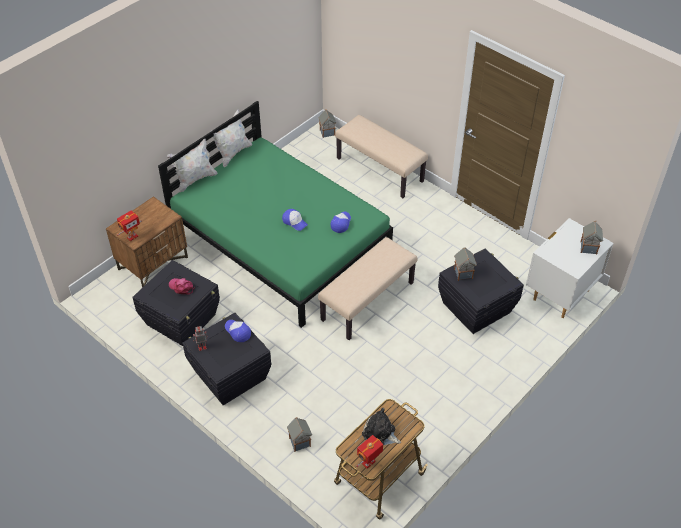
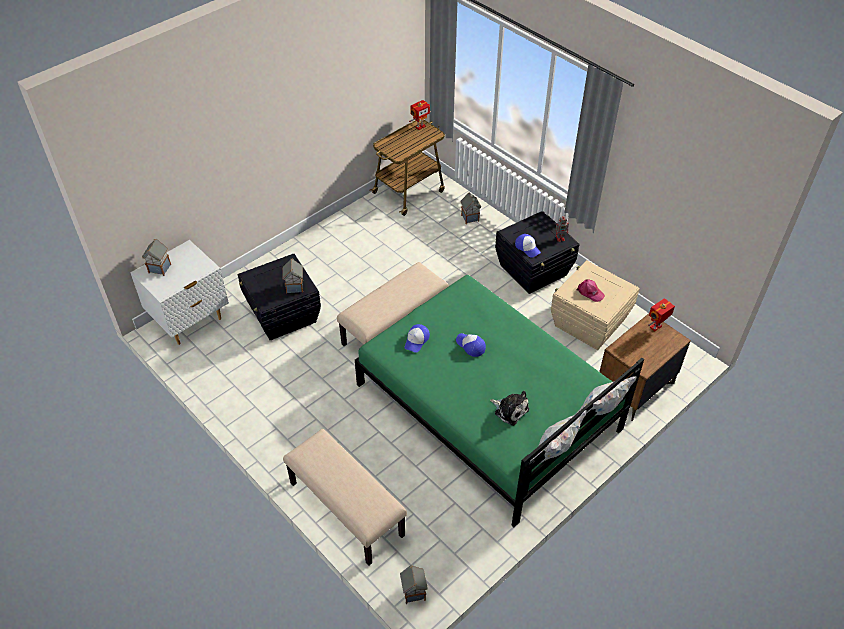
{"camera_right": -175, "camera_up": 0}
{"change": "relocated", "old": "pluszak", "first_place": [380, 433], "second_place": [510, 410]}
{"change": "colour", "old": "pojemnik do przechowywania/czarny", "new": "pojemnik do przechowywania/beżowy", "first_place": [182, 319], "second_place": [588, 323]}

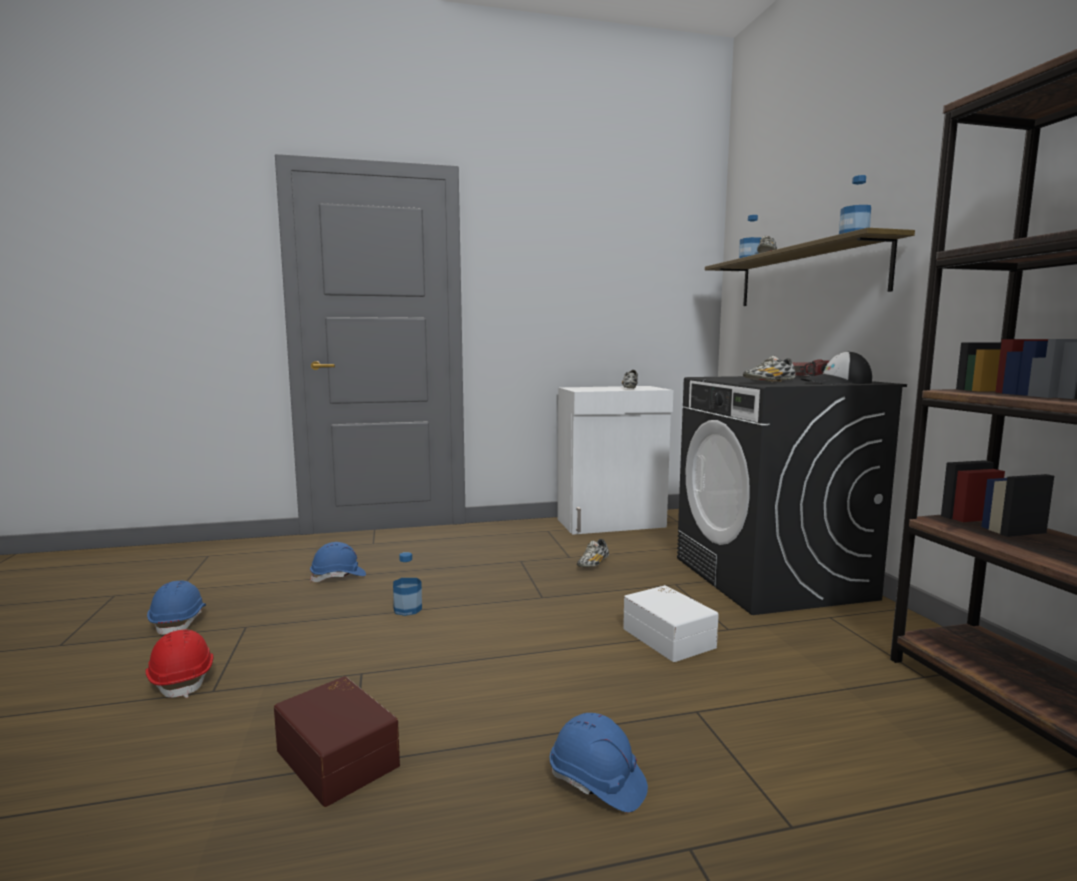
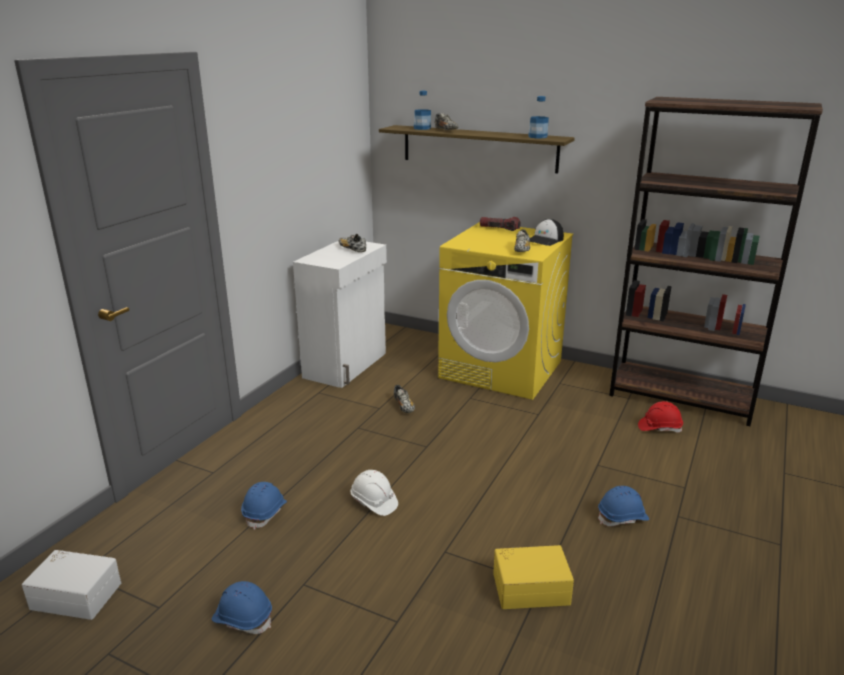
{"camera_right": -50, "camera_up": 15}
{"change": "relocated", "old": "pojemnik do przechowywania/biały", "first_place": [670, 637], "second_place": [77, 594]}
{"change": "exchanged", "old": "butelka", "new": "kask/biały", "first_place": [407, 609], "second_place": [373, 502]}
{"change": "colour", "old": "pralka/czarny", "new": "pralka/żółty", "first_place": [771, 578], "second_place": [502, 369]}
{"change": "colour", "old": "pojemnik do przechowywania/brązowy", "new": "pojemnik do przechowywania/żółty", "first_place": [340, 756], "second_place": [530, 587]}
{"change": "relocated", "old": "kask/czerwony", "first_place": [182, 679], "second_place": [659, 428]}

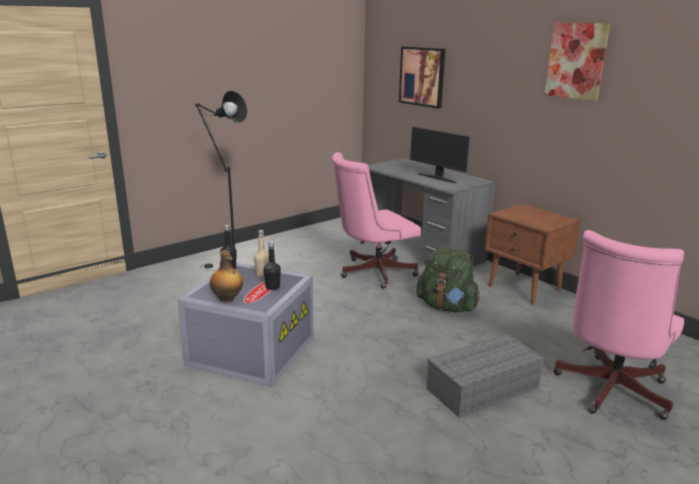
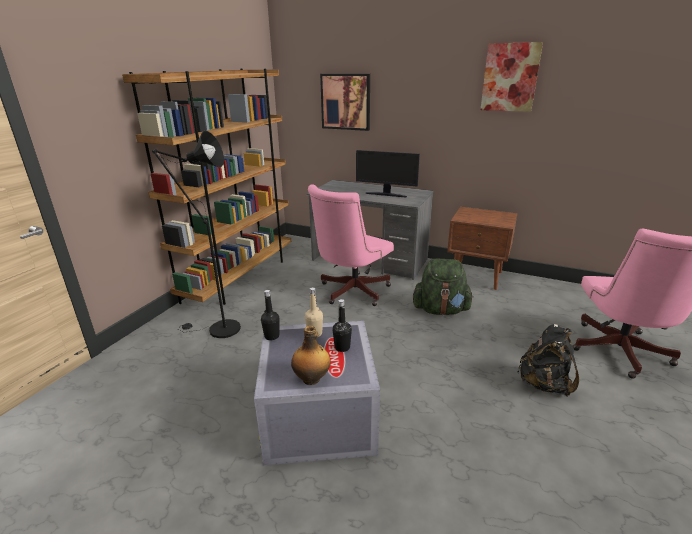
{"camera_right": -25, "camera_up": 5}
{"change": "appeared", "new": "regał/brązowy", "second_place": [240, 277]}
{"change": "exchanged", "old": "pojemnik do przechowywania/szary", "new": "plecak/czarny", "first_place": [482, 389], "second_place": [544, 384]}

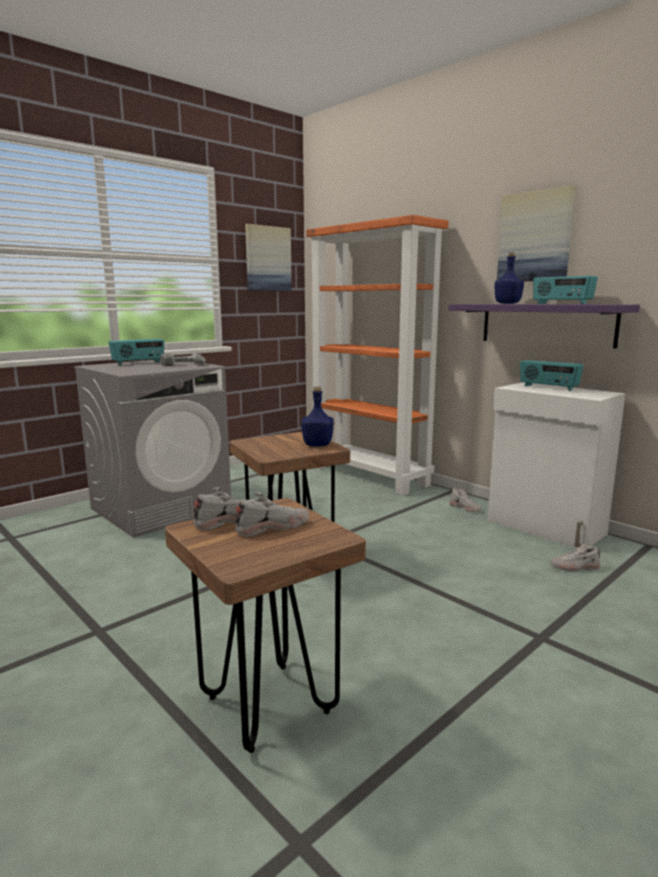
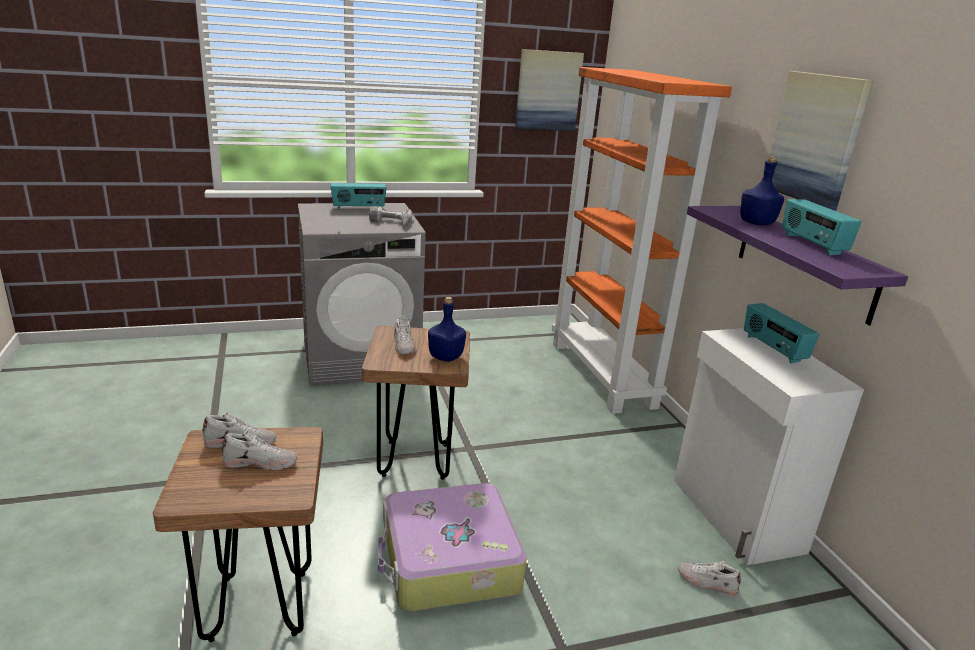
{"camera_right": 25, "camera_up": 10}
{"change": "appeared", "new": "walizka", "second_place": [448, 561]}
{"change": "relocated", "old": "but/biały", "first_place": [465, 508], "second_place": [404, 345]}

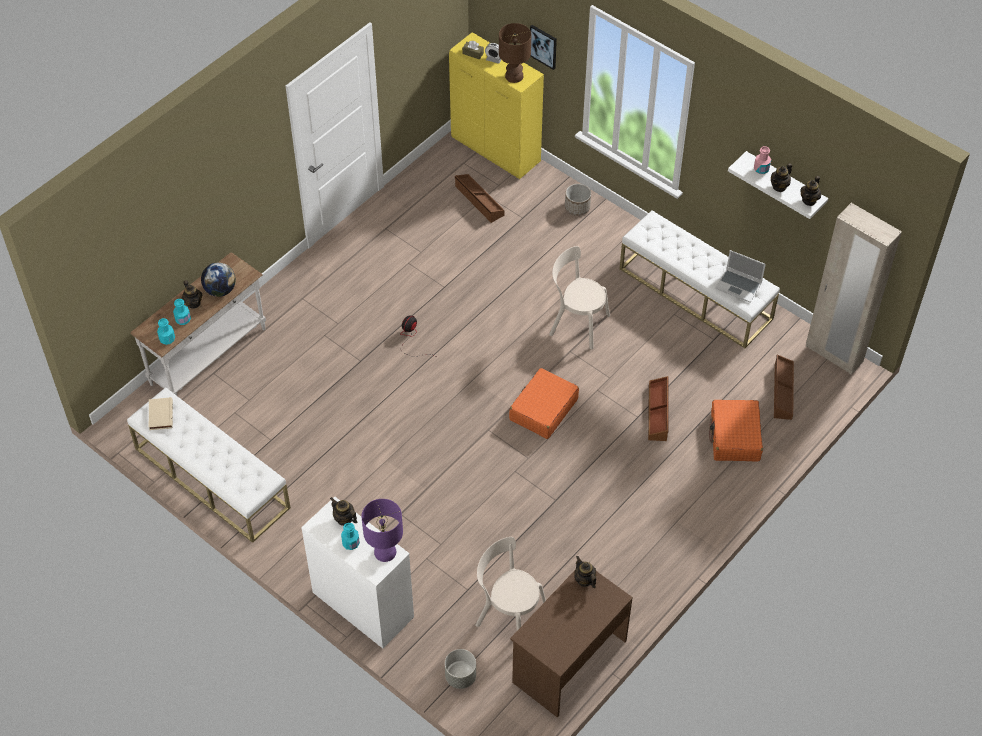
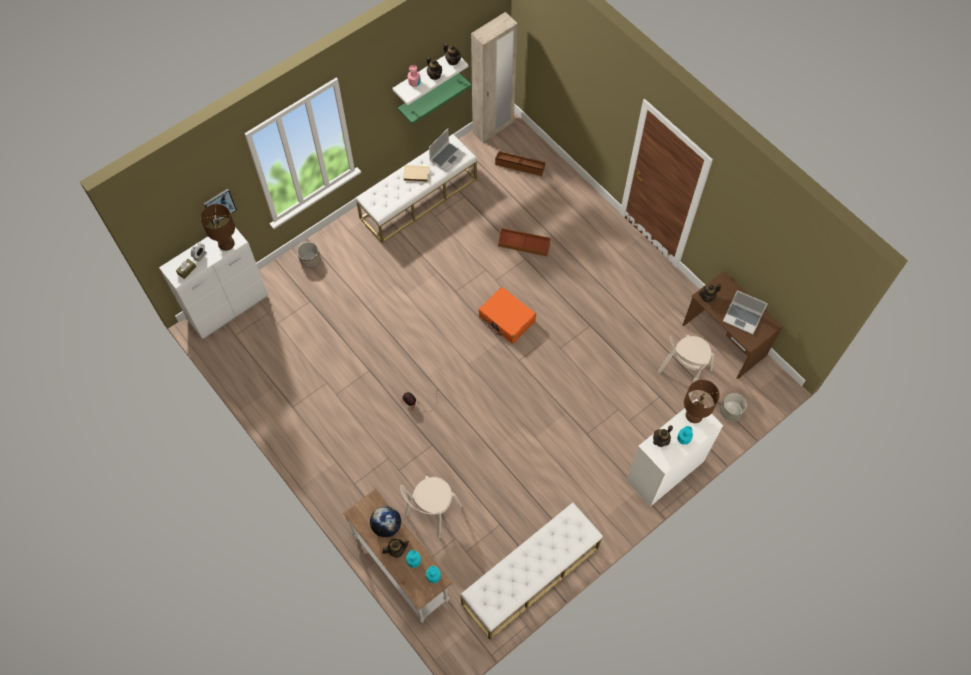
{"camera_right": -80, "camera_up": 10}
{"change": "colour", "old": "szafka/żółty", "new": "szafka/biały", "first_place": [496, 151], "second_place": [229, 308]}
{"change": "appeared", "new": "półka/zielony", "second_place": [427, 95]}
{"change": "relocated", "old": "krzesło/beżowy", "first_place": [576, 324], "second_place": [431, 512]}
{"change": "relocated", "old": "książka/beżowy", "first_place": [160, 415], "second_place": [416, 175]}
{"change": "colour", "old": "lampa stołowa/fioletowy", "new": "lampa stołowa/brązowy", "first_place": [384, 551], "second_place": [693, 415]}
{"change": "appeared", "new": "laptop", "second_place": [742, 318]}
{"change": "missing", "old": "pojemnik do przechowywania/brązowy", "first_place": [478, 201]}
{"change": "missing", "old": "walizka/pomarańczowy", "first_place": [734, 437]}

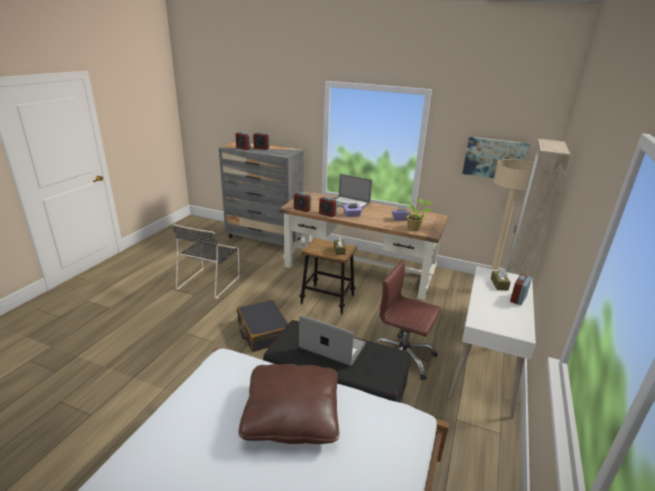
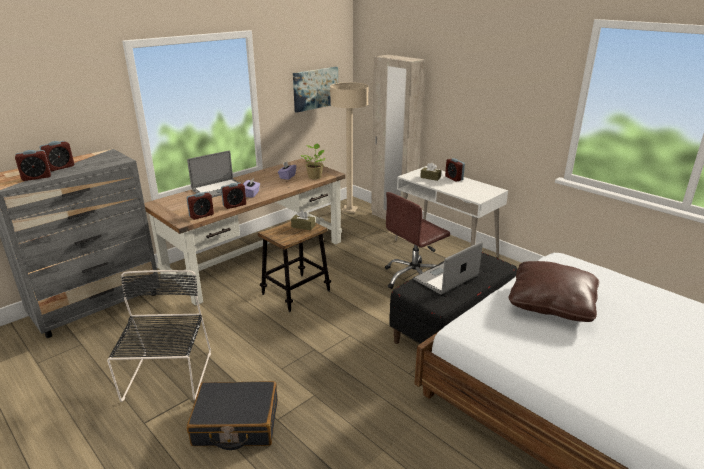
{"camera_right": -65, "camera_up": 0}
{"change": "spun", "old": "krzesło/czarny", "first_place": [210, 282], "second_place": [167, 378], "degrees": -135}
{"change": "relocated", "old": "walizka/czarny", "first_place": [263, 332], "second_place": [236, 423]}

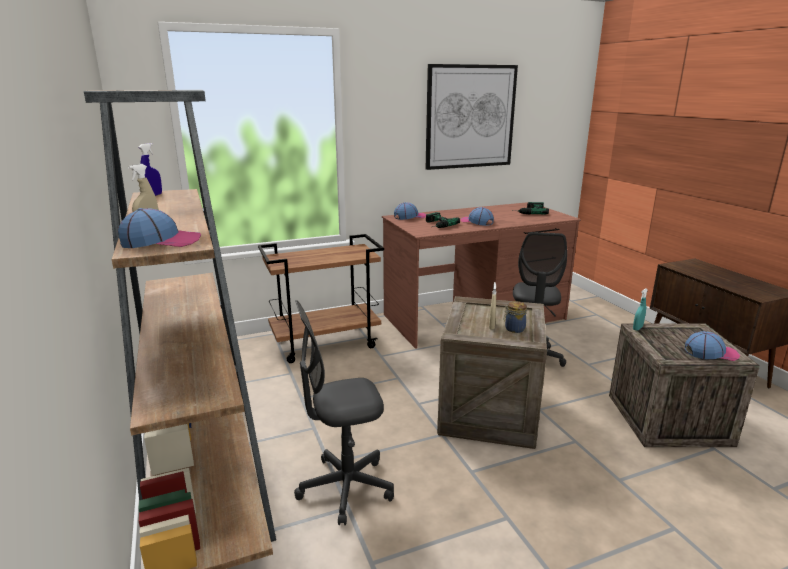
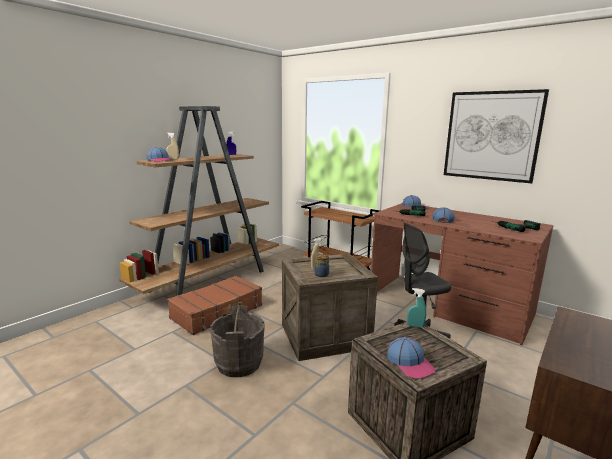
{"camera_right": 60, "camera_up": -5}
{"change": "exchanged", "old": "krzesło biurowe/szary", "new": "walizka/brązowy", "first_place": [345, 488], "second_place": [218, 312]}
{"change": "appeared", "new": "wiadro/szary", "second_place": [238, 363]}

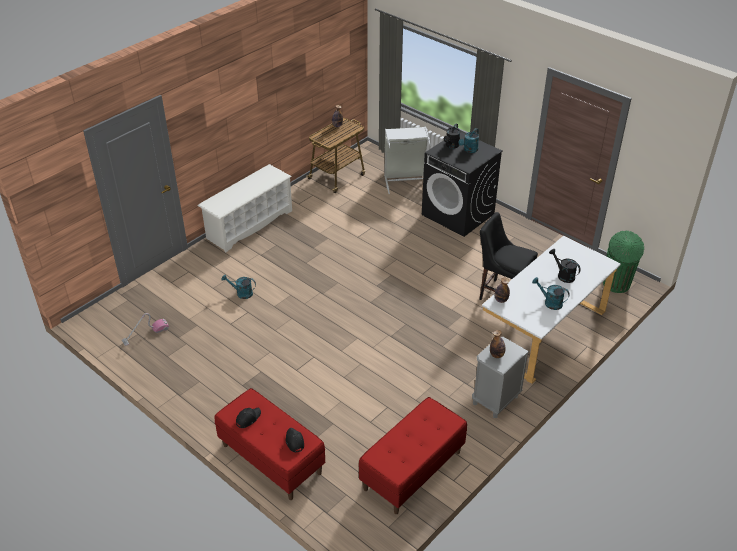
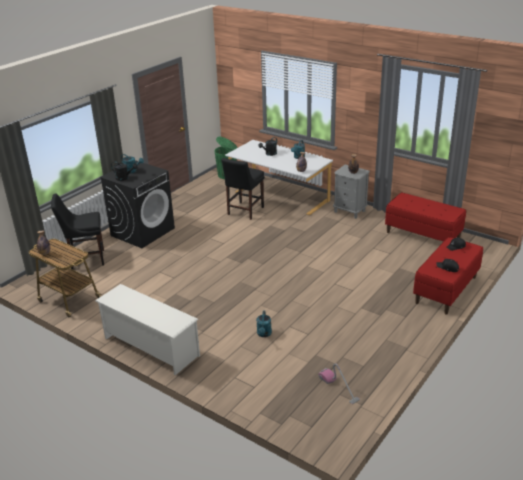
{"camera_right": -95, "camera_up": -10}
{"change": "exchanged", "old": "kosz na pranie/szary", "new": "krzesło/czarny", "first_place": [405, 180], "second_place": [85, 259]}

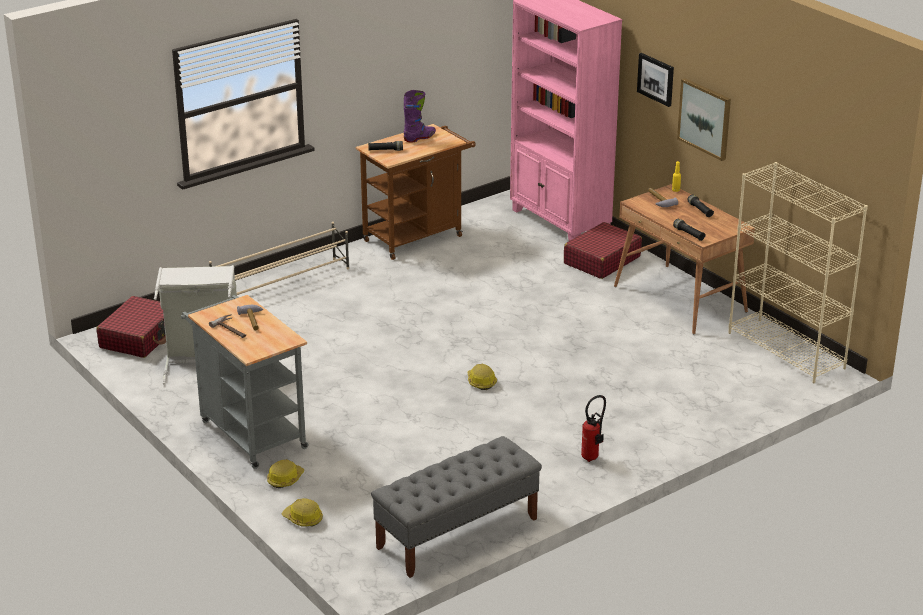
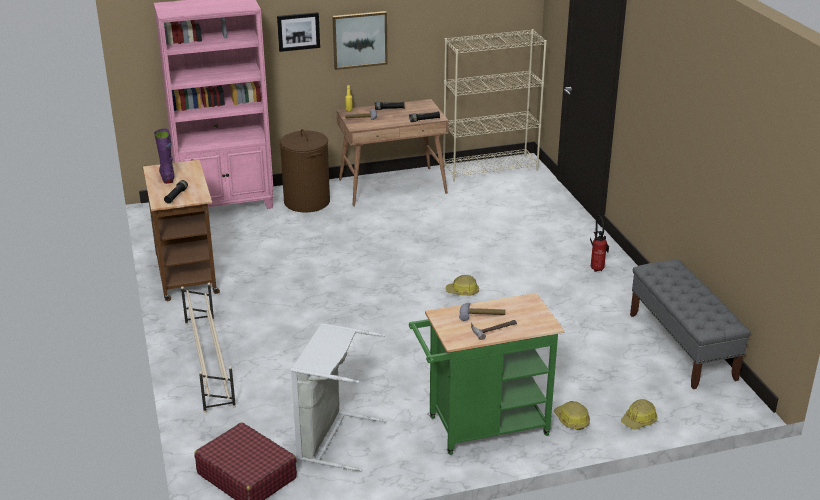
{"camera_right": -70, "camera_up": 0}
{"change": "exchanged", "old": "walizka/czerwony", "new": "kosz na pranie/brązowy", "first_place": [601, 260], "second_place": [307, 202]}
{"change": "colour", "old": "wózek/szary", "new": "wózek/zielony", "first_place": [249, 432], "second_place": [481, 428]}

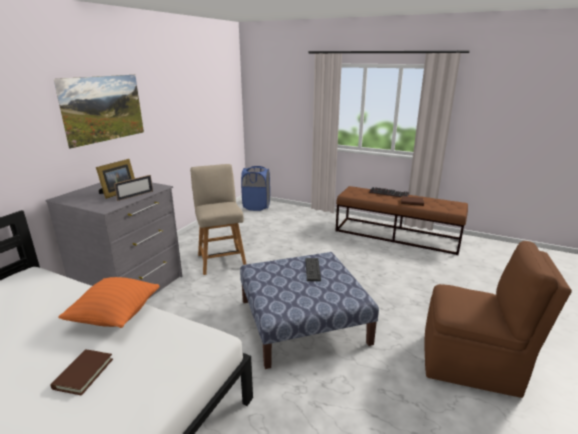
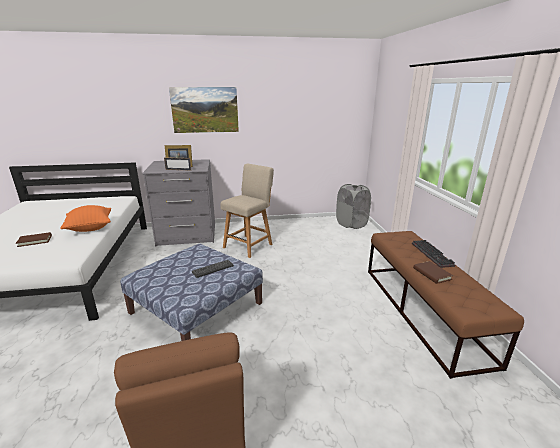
{"camera_right": 55, "camera_up": 0}
{"change": "colour", "old": "kosz na pranie/niebieski", "new": "kosz na pranie/szary", "first_place": [256, 206], "second_place": [351, 224]}

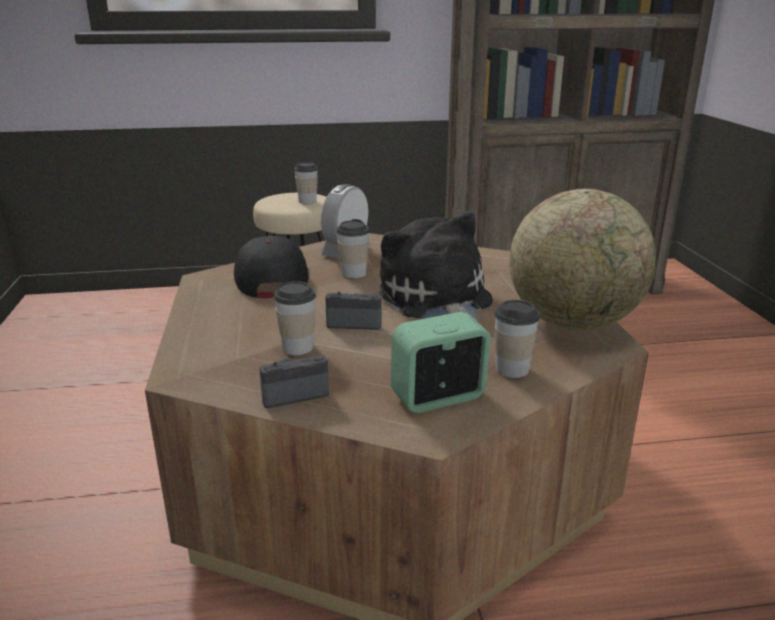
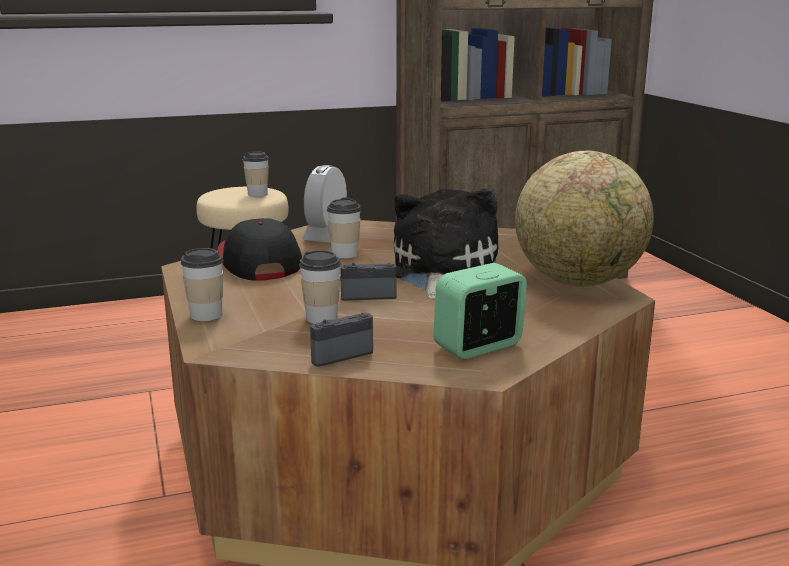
{"camera_right": -10, "camera_up": -5}
{"change": "relocated", "old": "filiżanka", "first_place": [512, 369], "second_place": [206, 315]}
{"change": "spun", "old": "pluszak", "first_place": [437, 301], "second_place": [440, 272], "degrees": 45}

